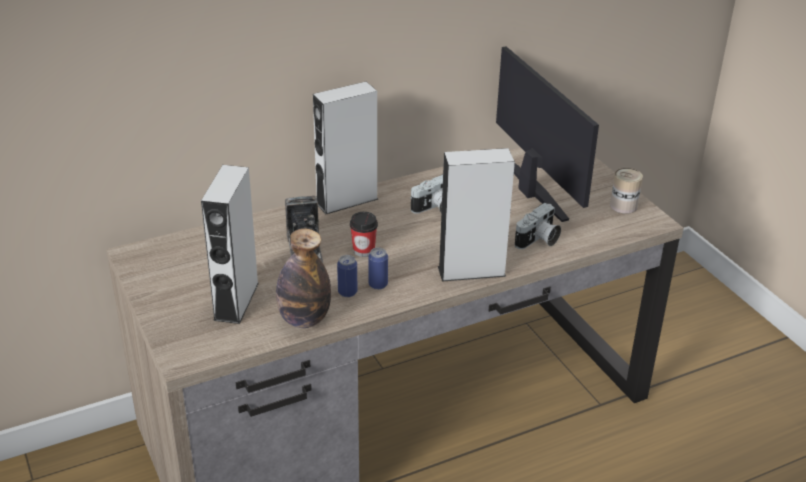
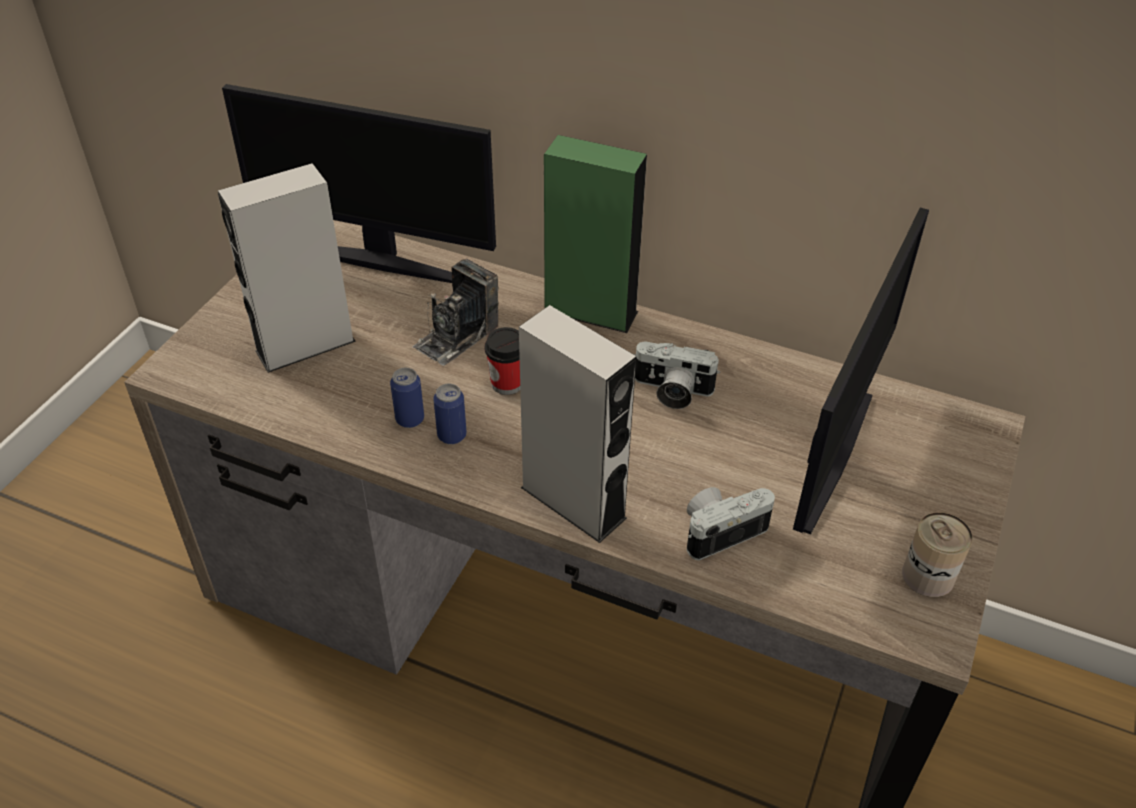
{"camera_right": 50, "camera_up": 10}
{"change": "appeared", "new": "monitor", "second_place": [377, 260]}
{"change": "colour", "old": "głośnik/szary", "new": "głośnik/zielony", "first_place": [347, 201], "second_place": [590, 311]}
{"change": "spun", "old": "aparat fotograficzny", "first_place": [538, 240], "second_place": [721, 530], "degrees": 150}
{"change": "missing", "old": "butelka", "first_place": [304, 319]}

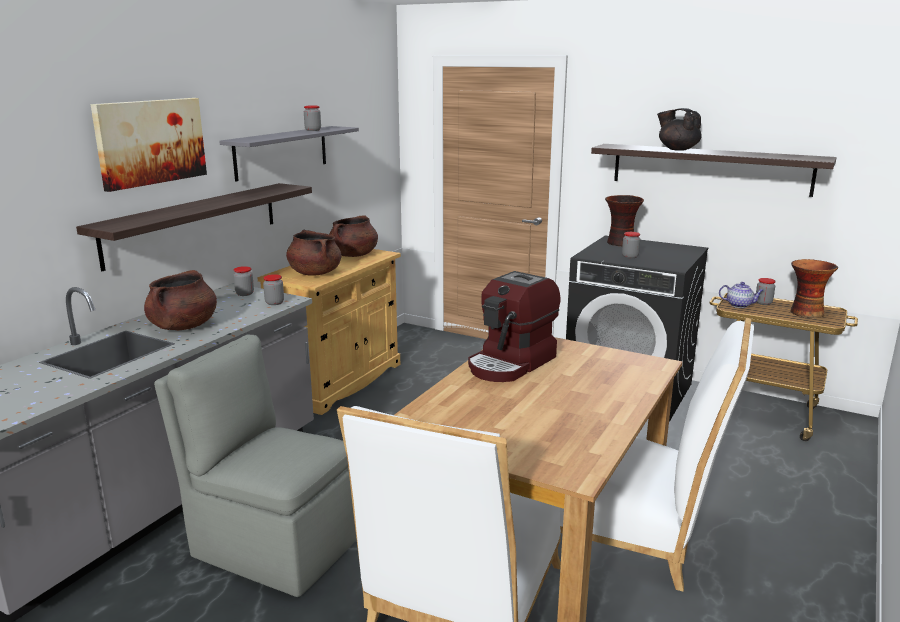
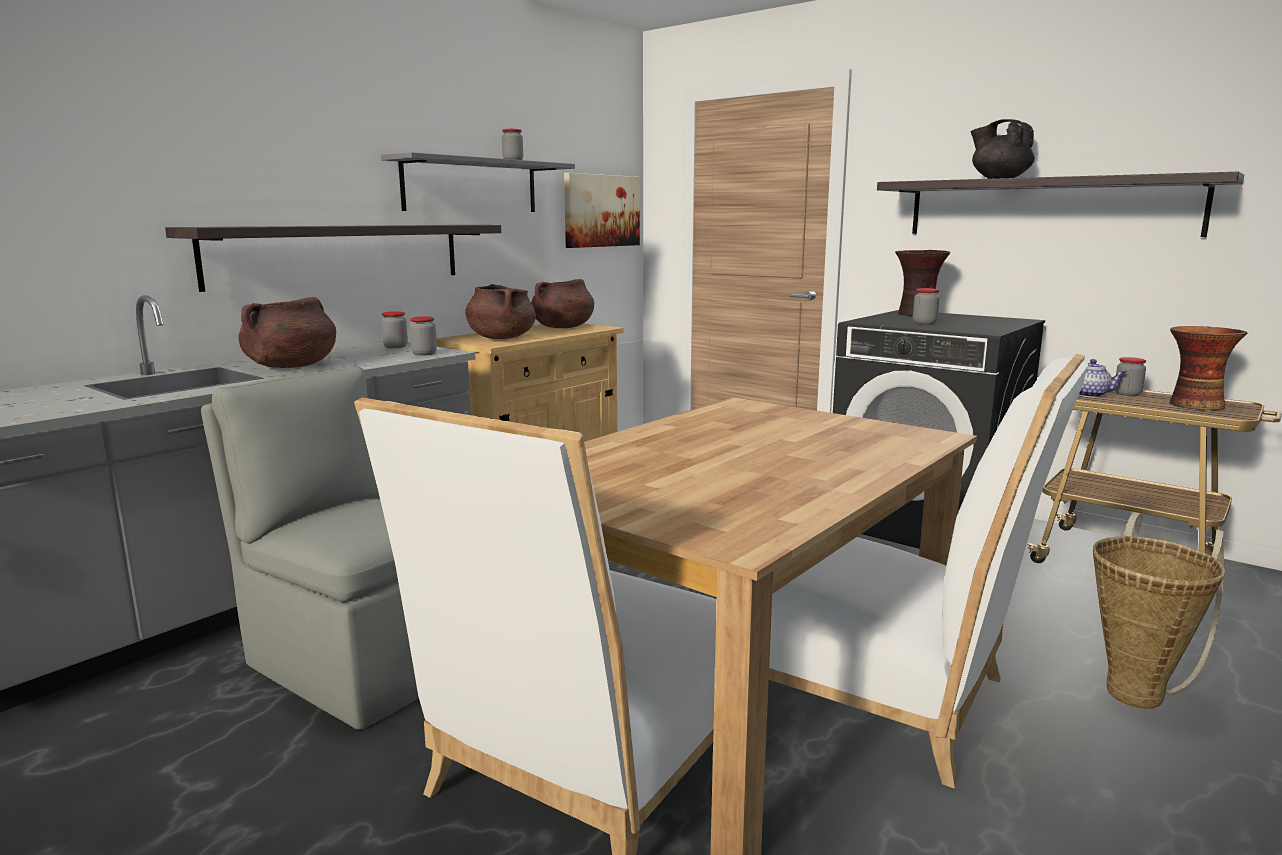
{"camera_right": 10, "camera_up": -5}
{"change": "relocated", "old": "obraz", "first_place": [151, 142], "second_place": [601, 211]}
{"change": "appeared", "new": "koszyk", "second_place": [1138, 690]}
{"change": "missing", "old": "ekspres do kawy", "first_place": [512, 363]}

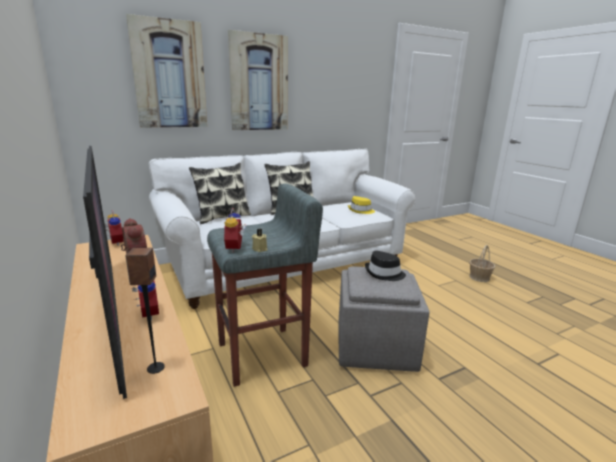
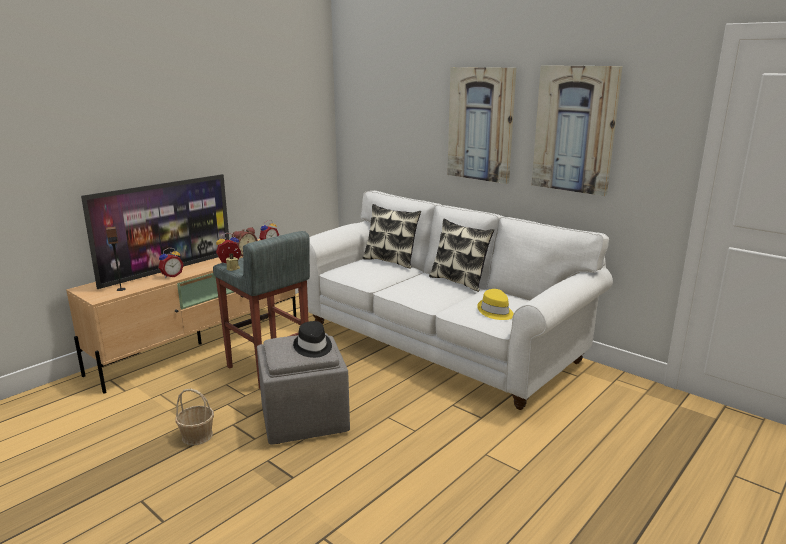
{"camera_right": 70, "camera_up": 0}
{"change": "relocated", "old": "koszyk", "first_place": [479, 277], "second_place": [197, 436]}
{"change": "relocated", "old": "obraz", "first_place": [169, 75], "second_place": [575, 129]}

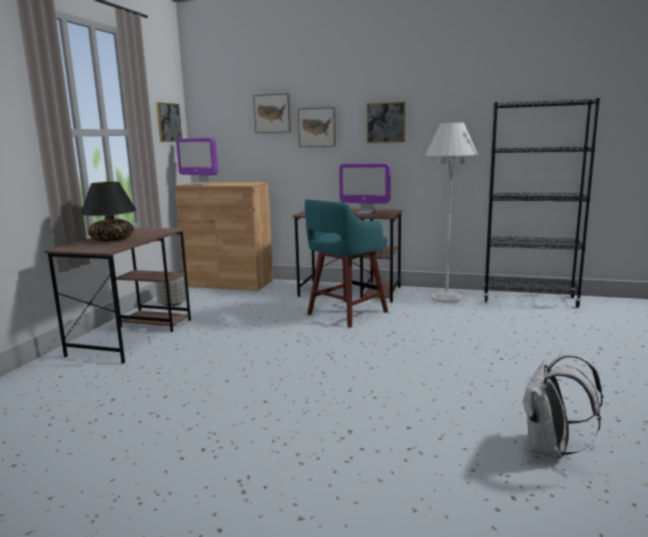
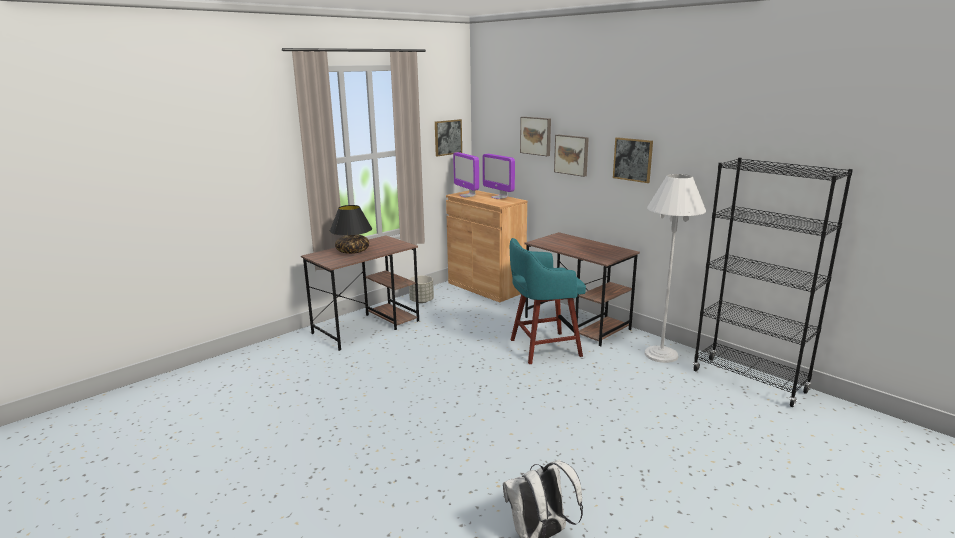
{"camera_right": 30, "camera_up": 5}
{"change": "relocated", "old": "monitor", "first_place": [365, 213], "second_place": [499, 197]}

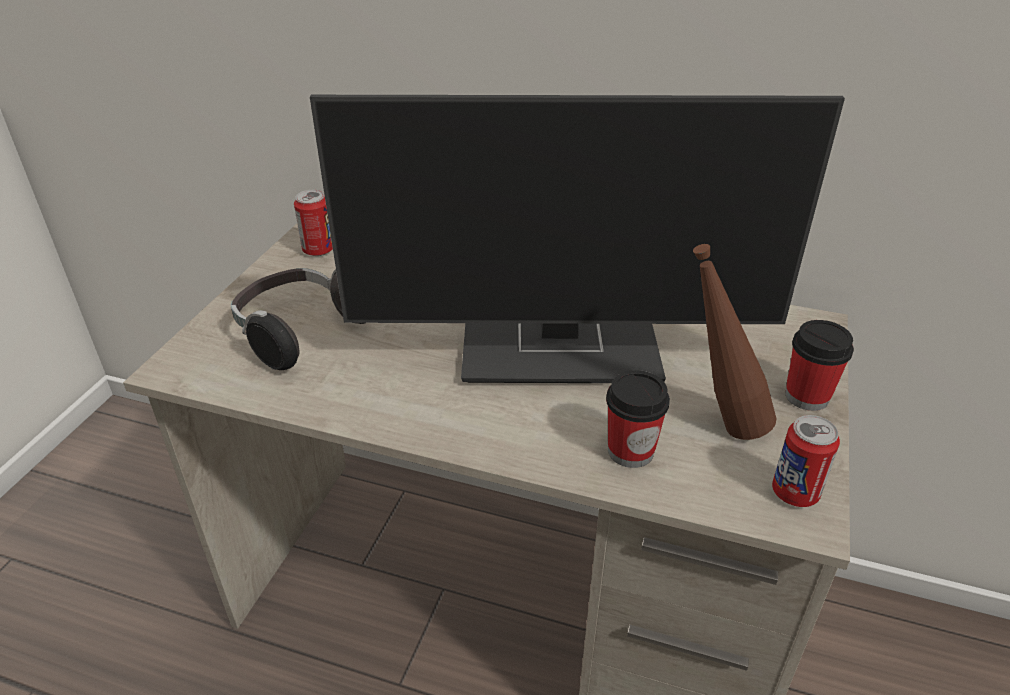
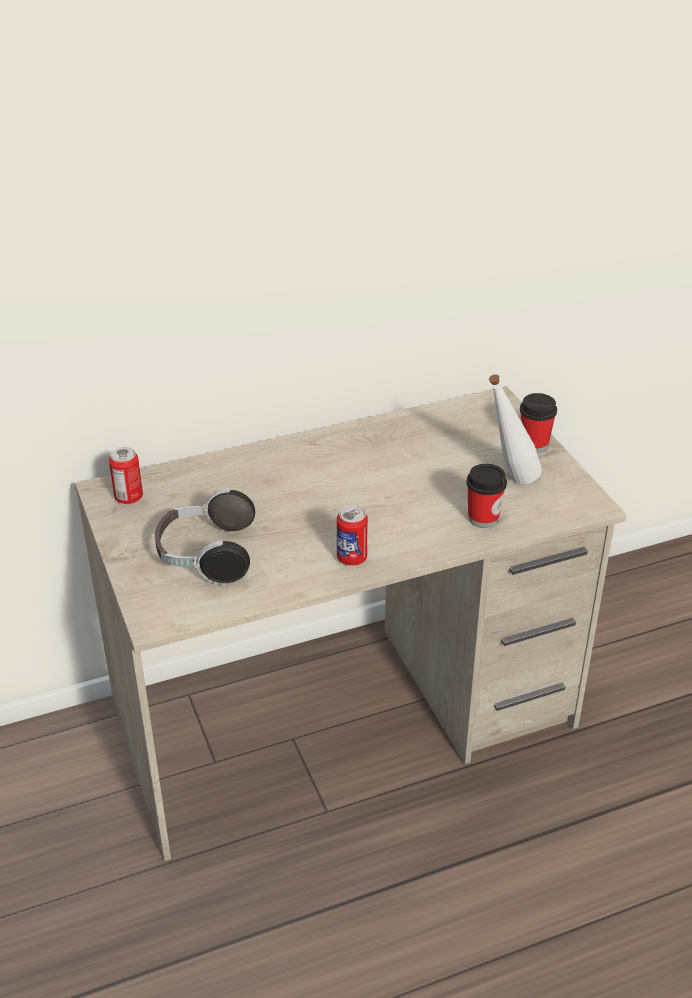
{"camera_right": -40, "camera_up": 0}
{"change": "relocated", "old": "puszka", "first_place": [795, 493], "second_place": [352, 558]}
{"change": "colour", "old": "butelka/brązowy", "new": "butelka/biały", "first_place": [718, 424], "second_place": [509, 482]}
{"change": "missing", "old": "monitor", "first_place": [564, 346]}

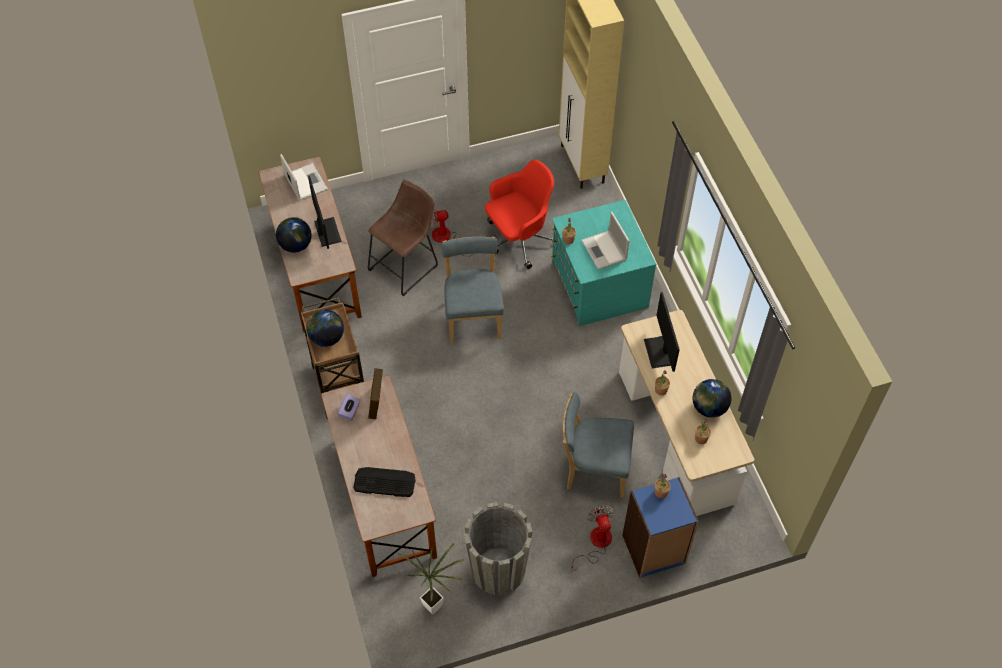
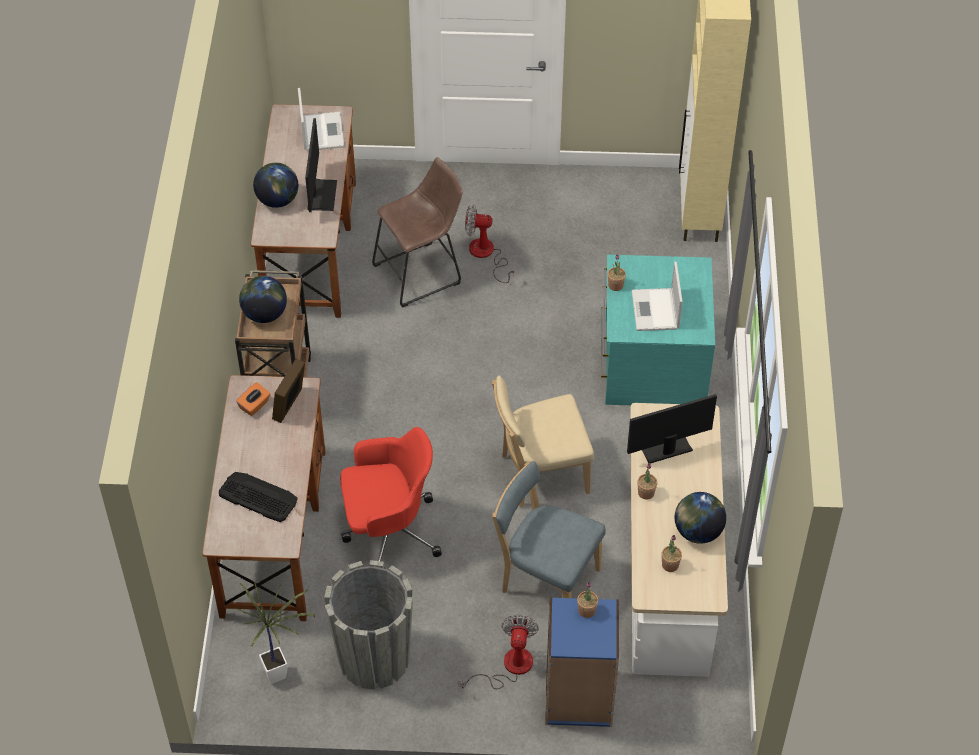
{"camera_right": 20, "camera_up": -5}
{"change": "colour", "old": "pudełko chusteczek/fioletowy", "new": "pudełko chusteczek/pomarańczowy", "first_place": [350, 411], "second_place": [254, 405]}
{"change": "relocated", "old": "krzesło biurowe/czerwony", "first_place": [519, 239], "second_place": [389, 531]}
{"change": "appeared", "new": "krzesło/beżowy", "second_place": [540, 474]}
{"change": "spun", "old": "monitor", "first_place": [659, 352], "second_place": [665, 447], "degrees": 60}
{"change": "missing", "old": "krzesło/niebieski", "first_place": [473, 316]}

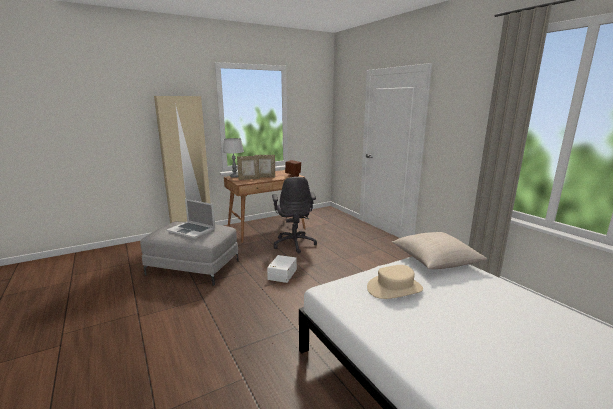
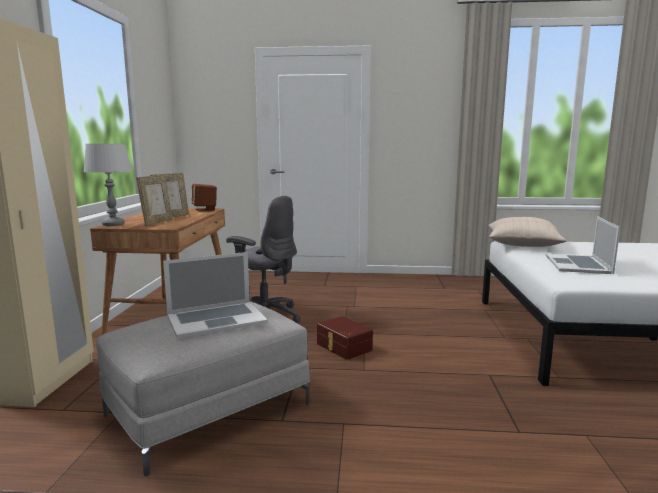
{"camera_right": -55, "camera_up": -5}
{"change": "colour", "old": "pojemnik do przechowywania/biały", "new": "pojemnik do przechowywania/brązowy", "first_place": [281, 274], "second_place": [343, 347]}
{"change": "exchanged", "old": "kapelusz/beżowy", "new": "laptop", "first_place": [394, 288], "second_place": [578, 264]}

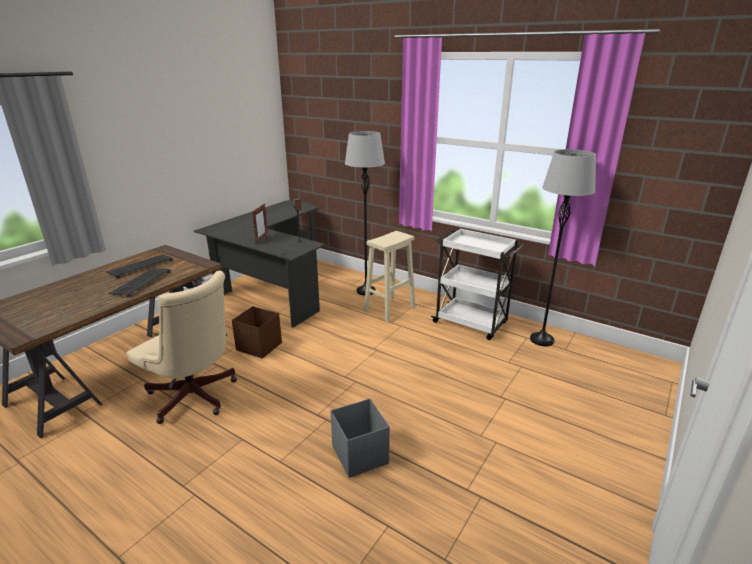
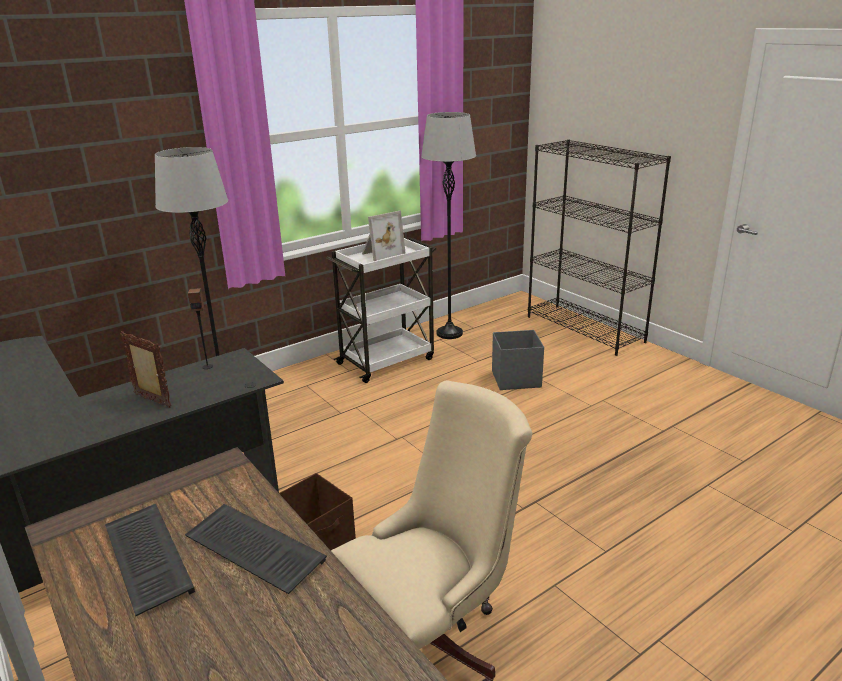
{"camera_right": -70, "camera_up": 0}
{"change": "appeared", "new": "ramka na zdjęcie", "second_place": [381, 255]}
{"change": "relocated", "old": "pojemnik do przechowywania/szary", "first_place": [360, 454], "second_place": [515, 379]}
{"change": "appeared", "new": "regał/czarny", "second_place": [585, 329]}
{"change": "missing", "old": "stołek/beżowy", "first_place": [389, 309]}

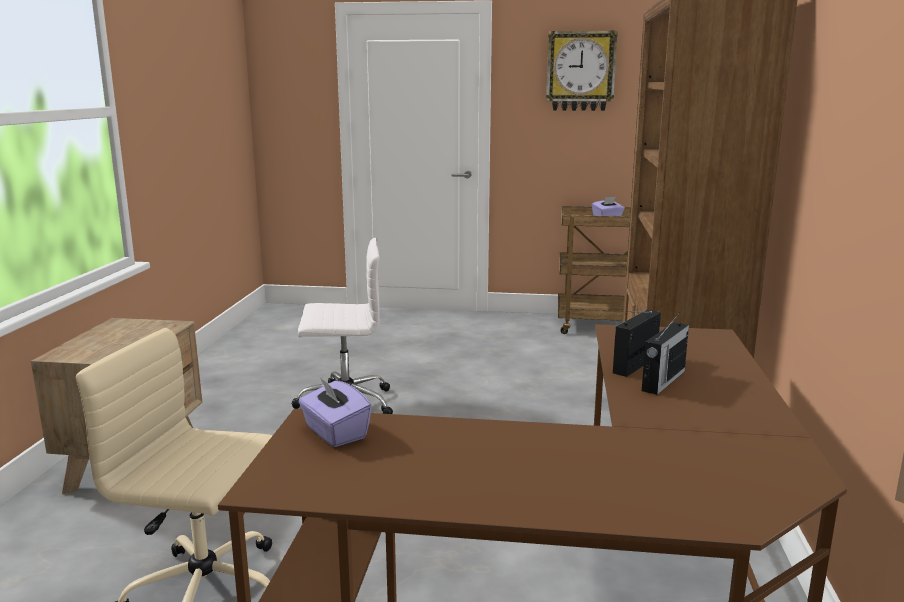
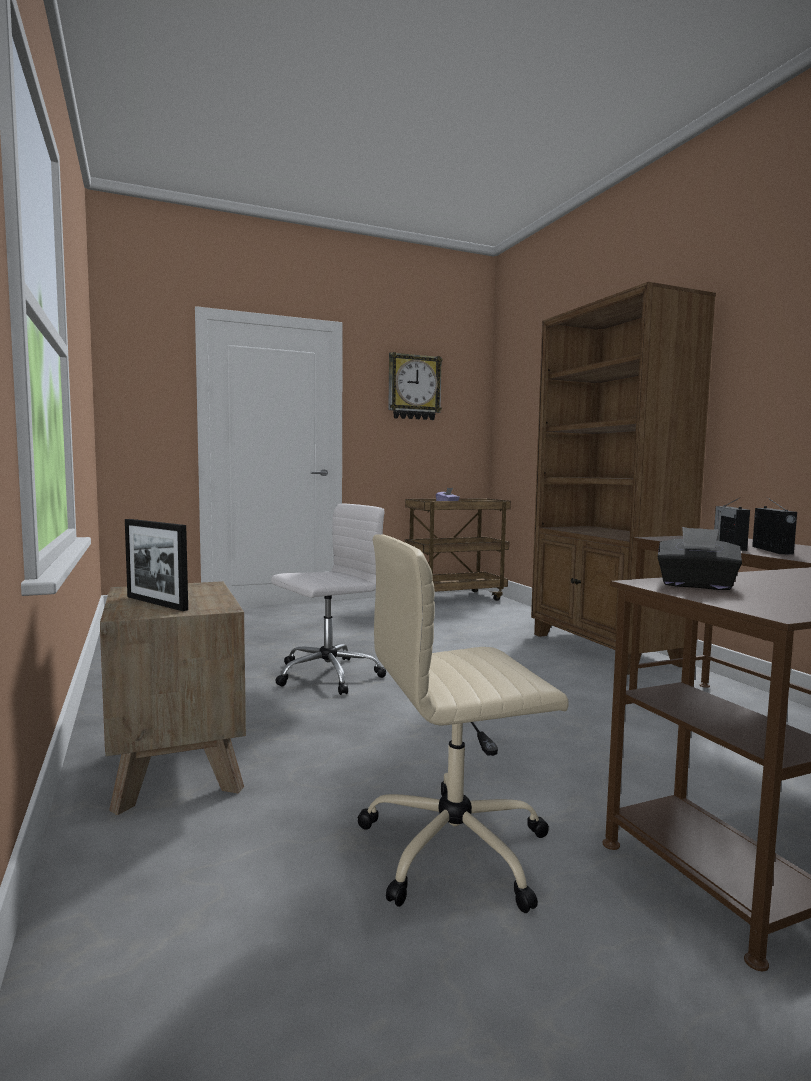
{"camera_right": -30, "camera_up": -10}
{"change": "appeared", "new": "ramka na zdjęcie", "second_place": [156, 603]}
{"change": "colour", "old": "pudełko chusteczek/fioletowy", "new": "pudełko chusteczek/czarny", "first_place": [335, 433], "second_place": [696, 585]}

